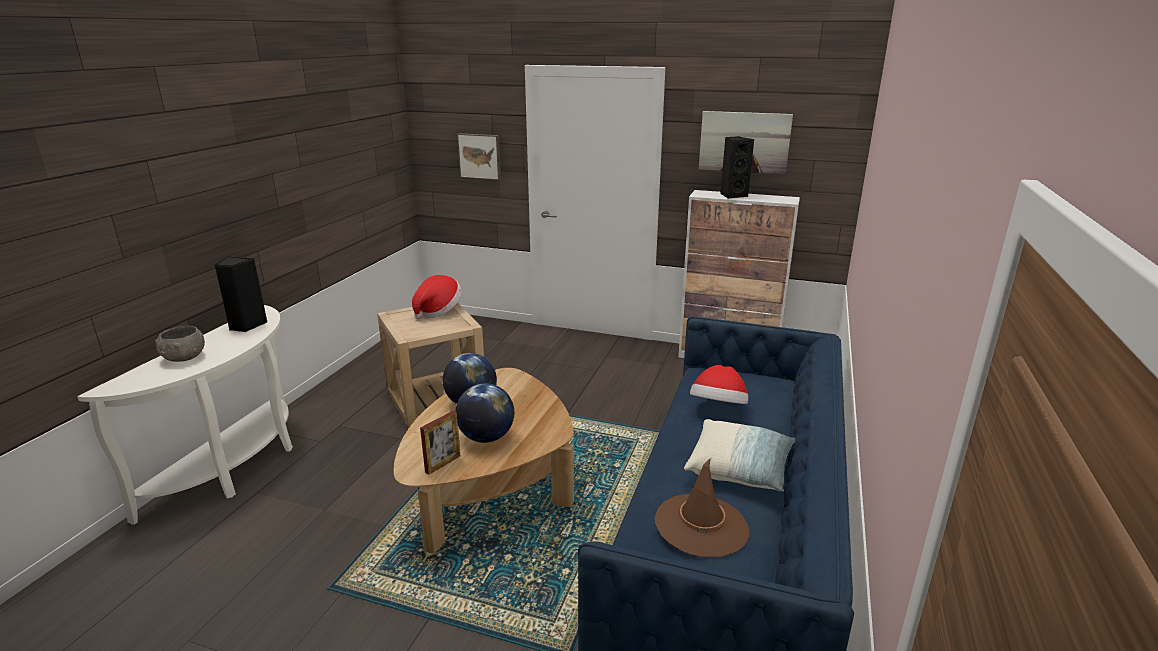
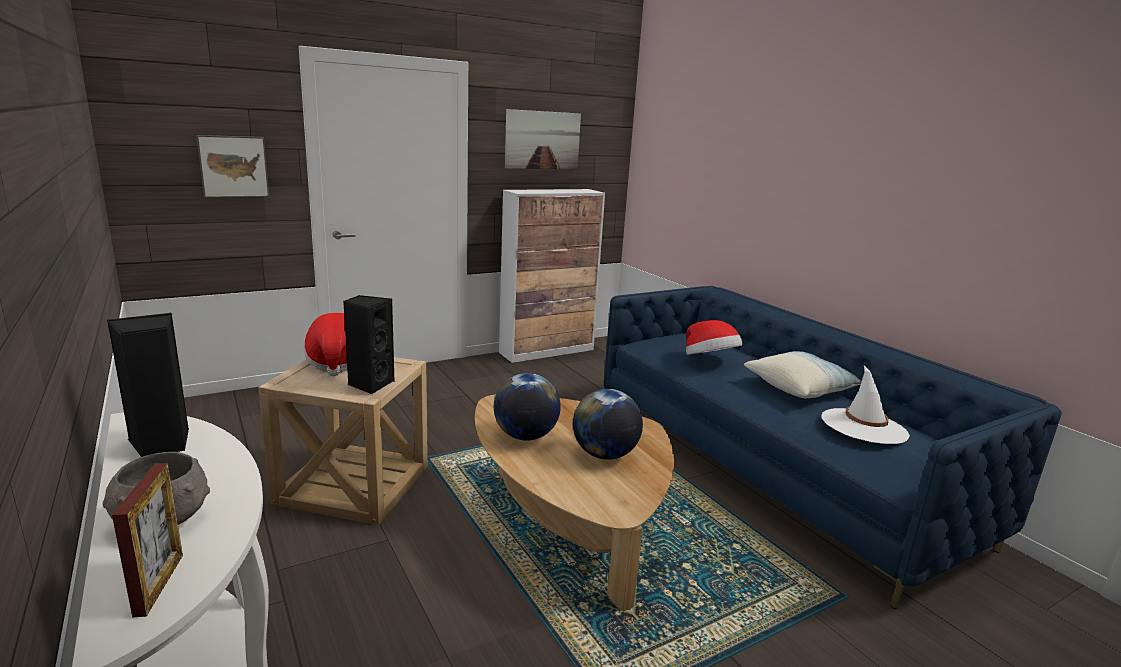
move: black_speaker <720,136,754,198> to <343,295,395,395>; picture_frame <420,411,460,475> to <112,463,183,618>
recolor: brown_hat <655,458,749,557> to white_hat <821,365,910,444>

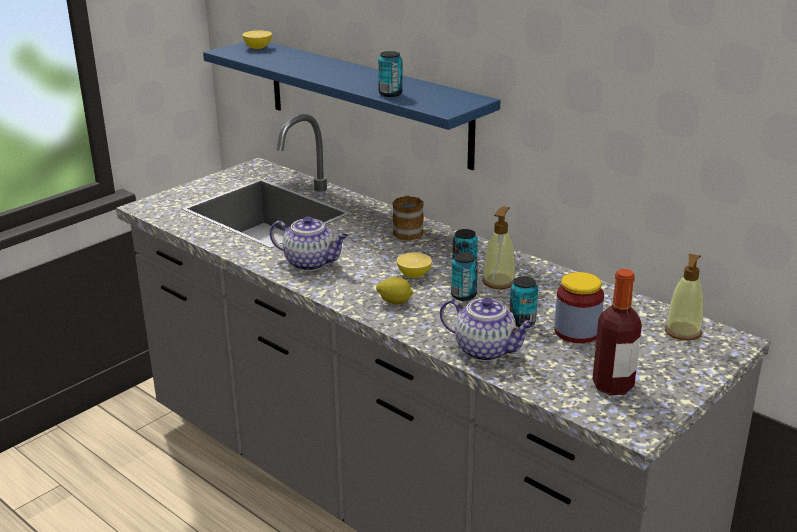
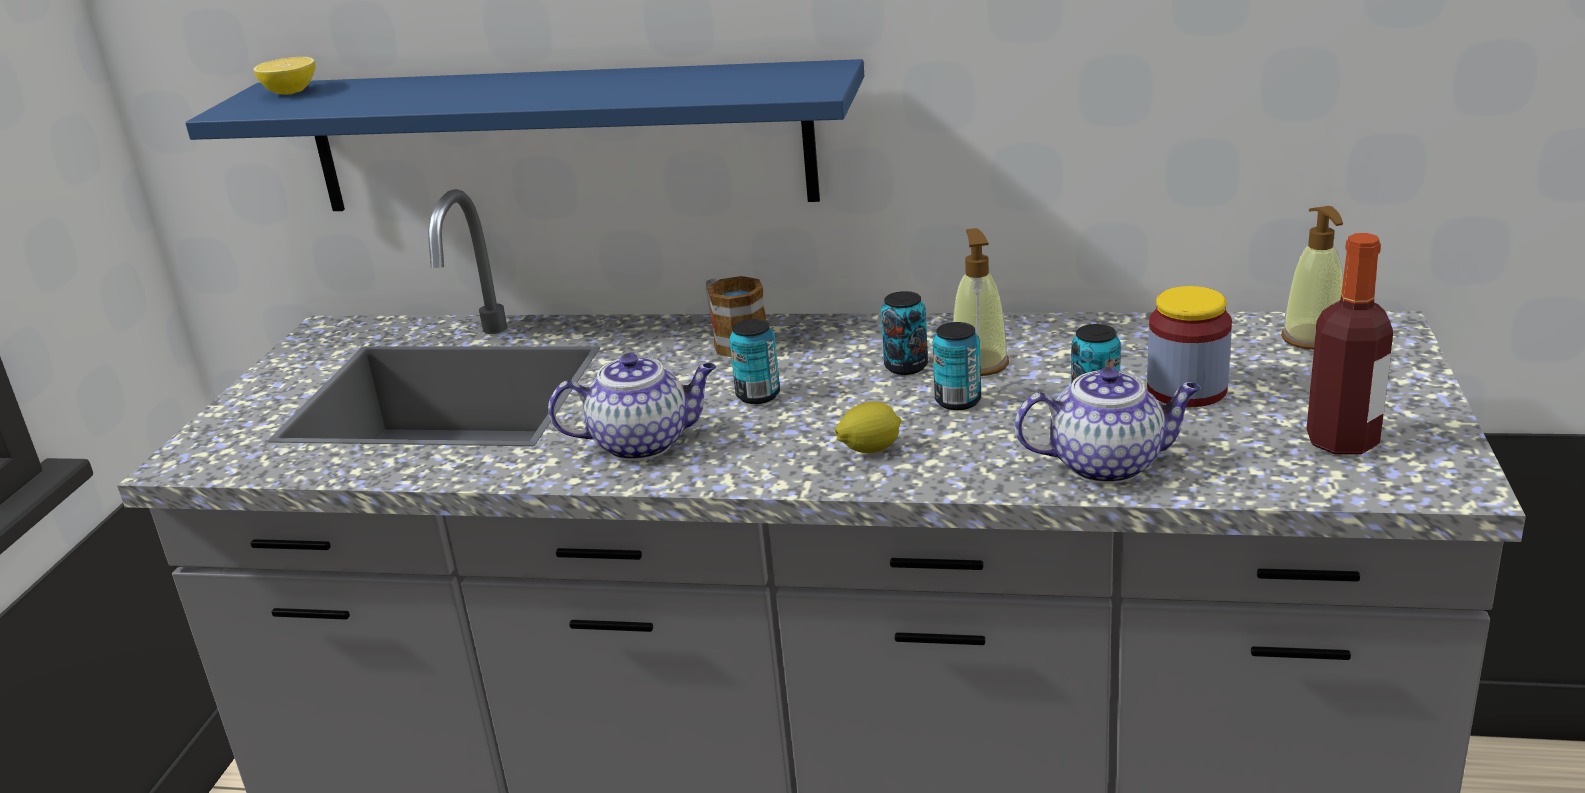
delete: lemon <397,252,432,278>
move: can <378,51,403,97> to <729,319,780,404>

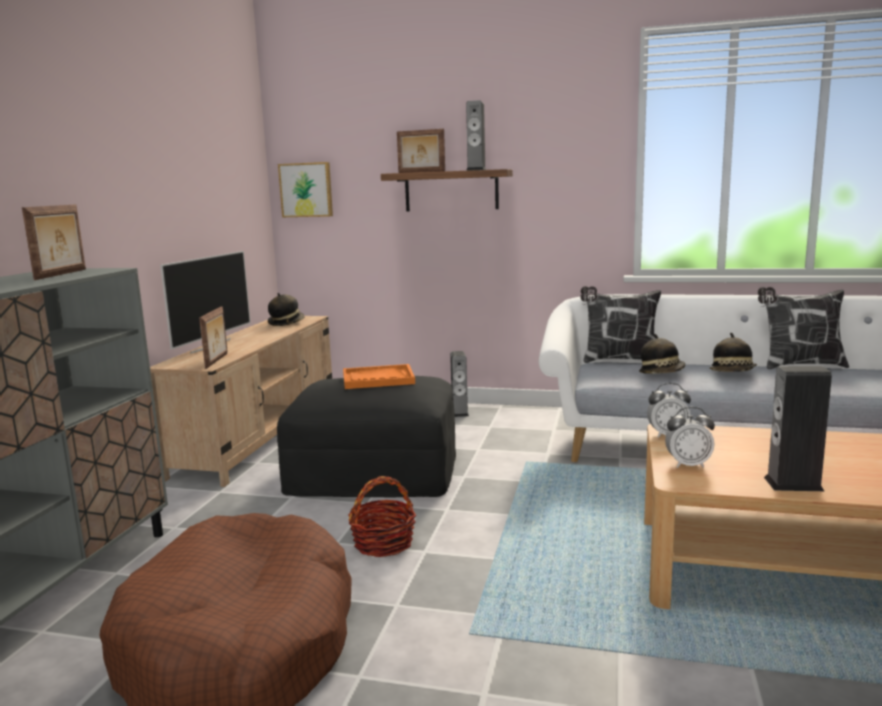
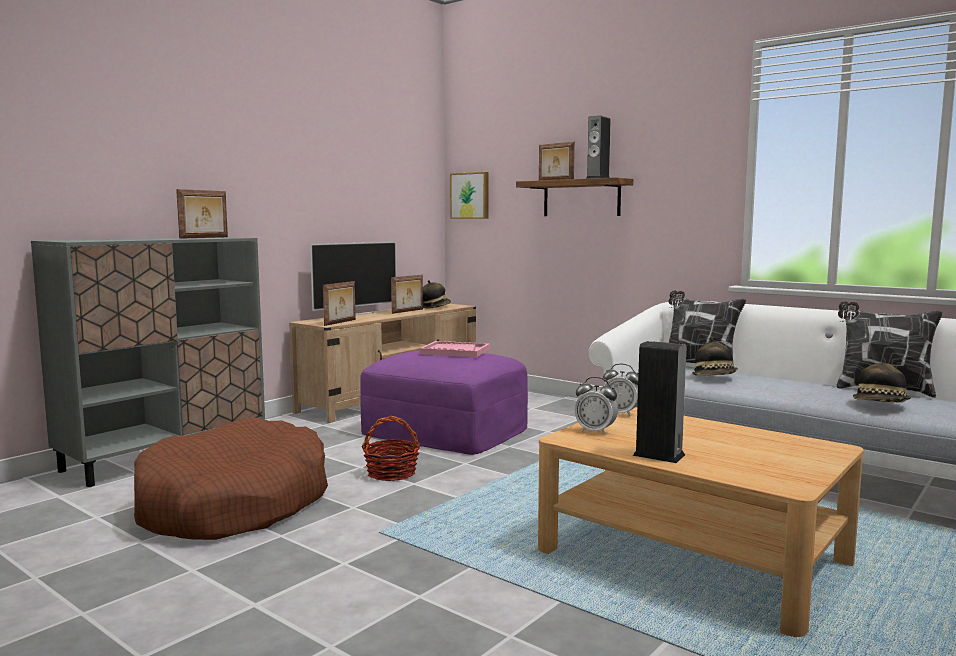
delete: speaker <450,351,469,417>
insert: picture_frame <391,275,423,314>
move: hat <710,333,757,372> to <853,358,911,403>
recolor: orange_tray <343,364,415,389> to pink_tray <420,341,490,357>; black_ottoman <277,376,456,497> to purple_ottoman <360,351,528,455>

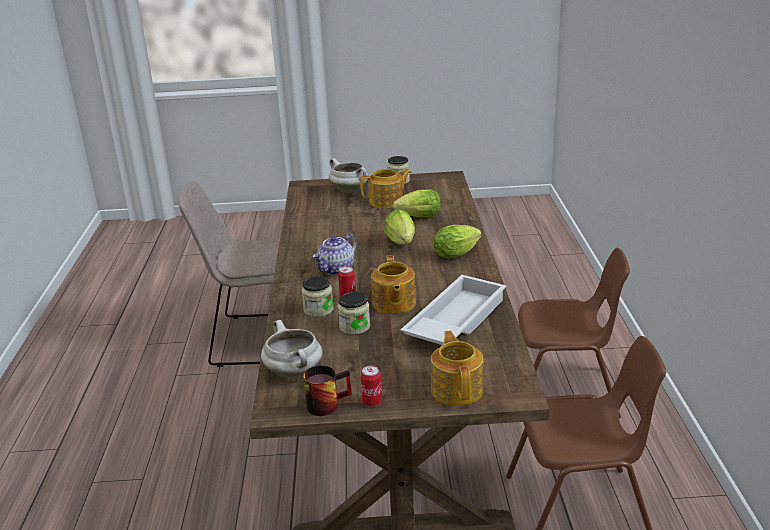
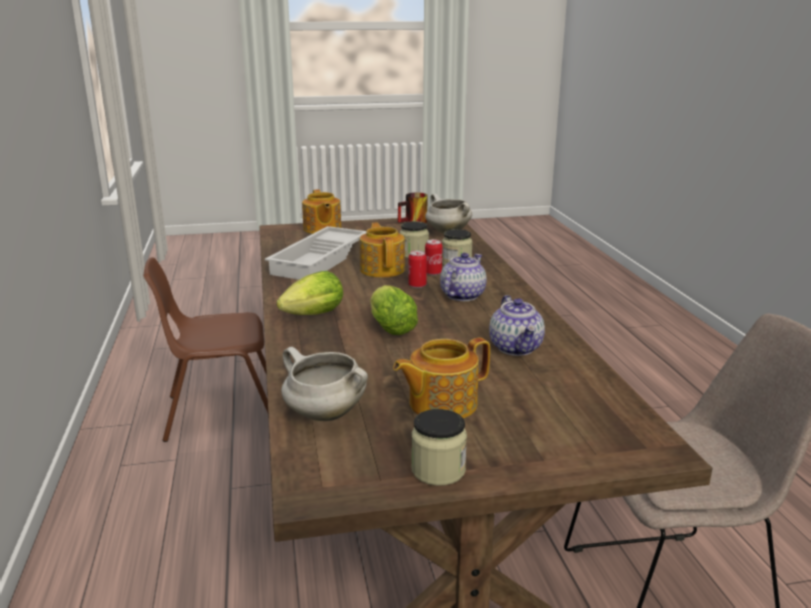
delete: lettuce <393,189,441,217>; brown_chair <518,248,630,418>
insert: teapot <489,295,545,356>
move: white_cooking_pot <329,158,368,193> to <281,347,368,421>; can <360,366,382,407> to <408,250,427,288>

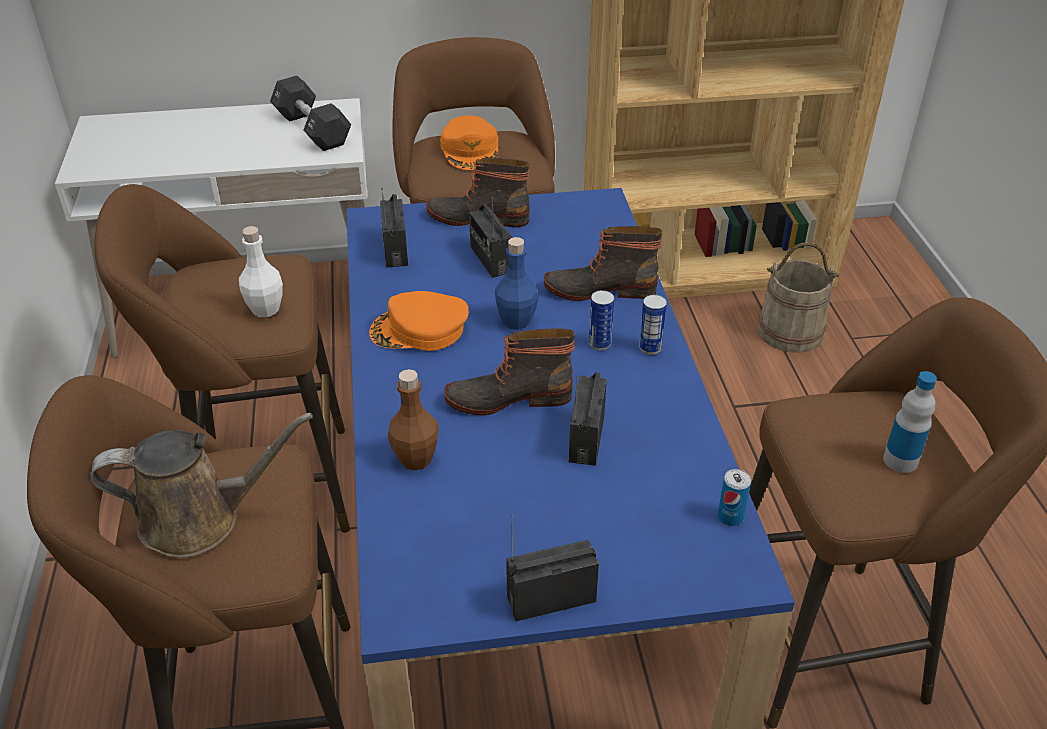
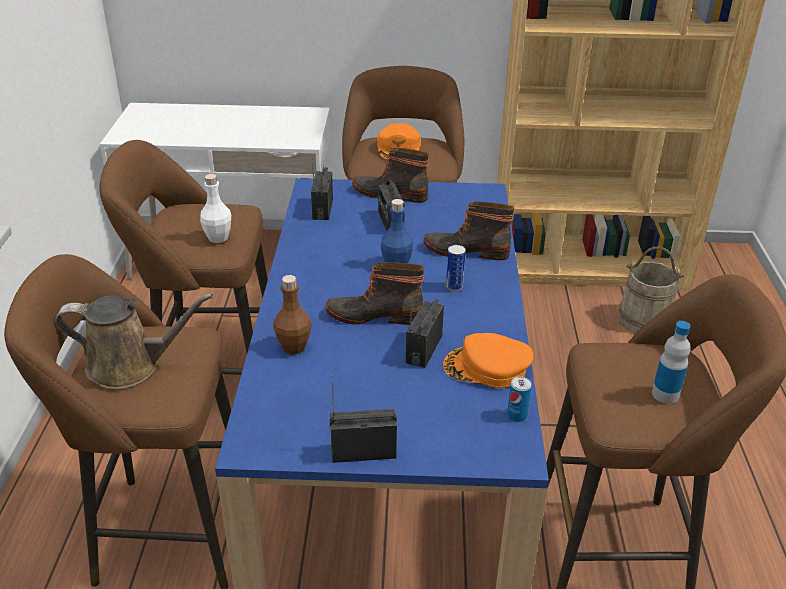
delete: black_dumbbell <270,76,351,151>; can <639,295,667,355>
move: orange_cap <369,291,469,351> to <443,333,533,388>

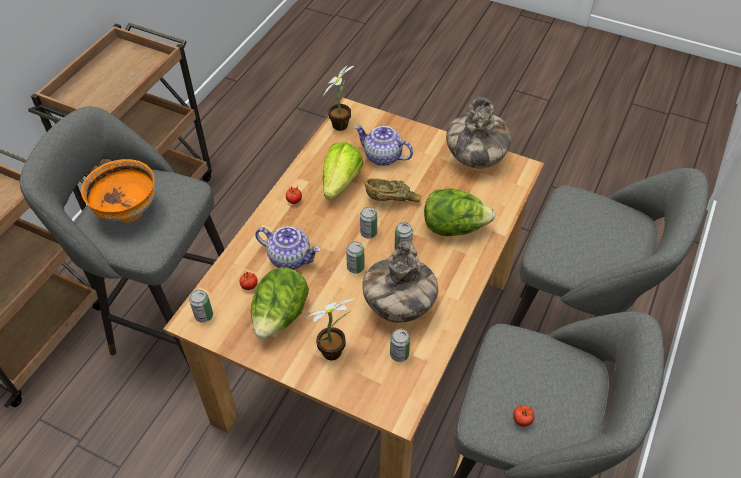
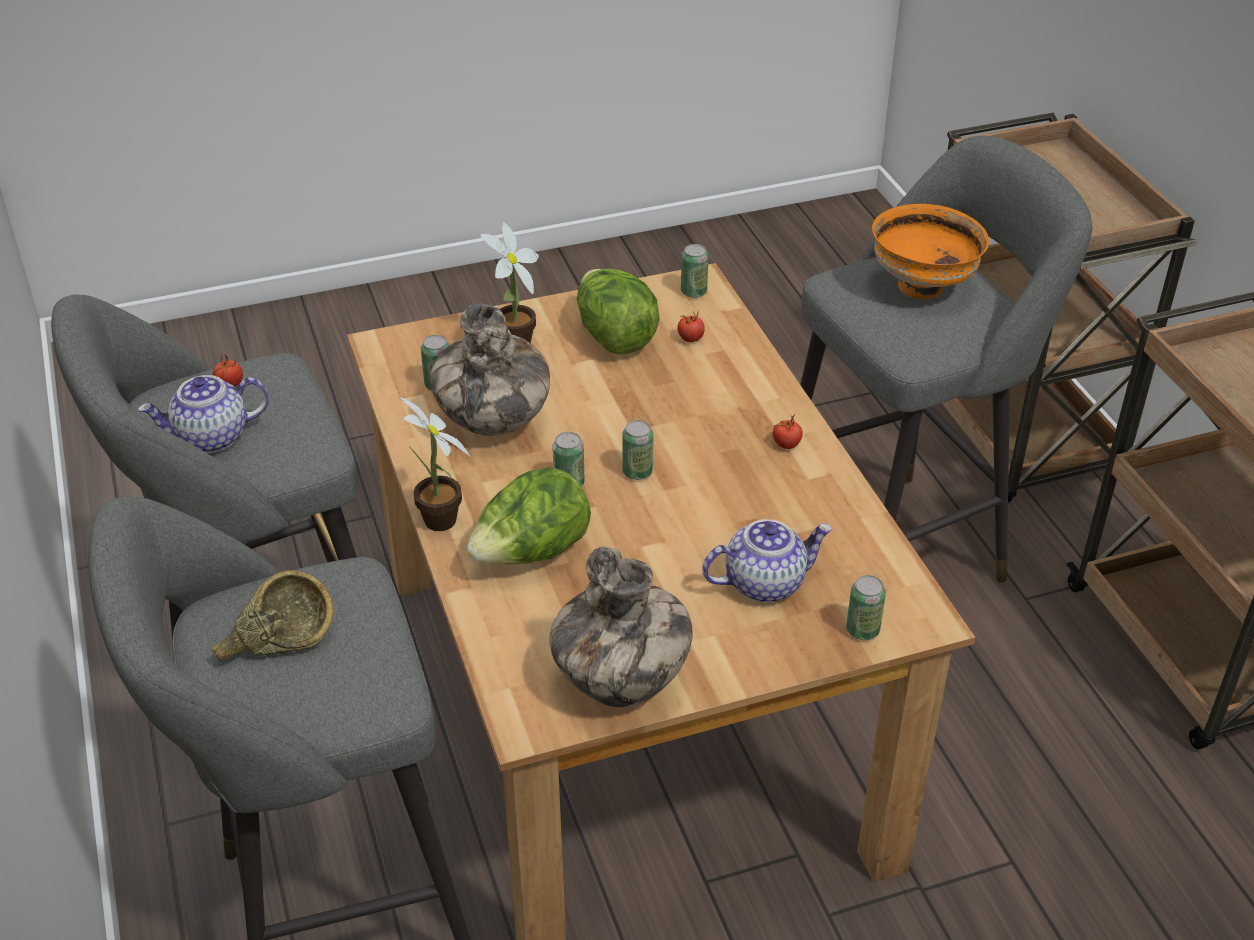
delete: lettuce <323,142,364,200>
move: potted_plant <323,65,354,131> to <399,396,471,531>; brown_bowl <365,178,421,202> to <212,570,333,661>; teapot <255,226,321,270> to <138,375,269,453>; can <346,241,364,273> to <846,575,886,640>

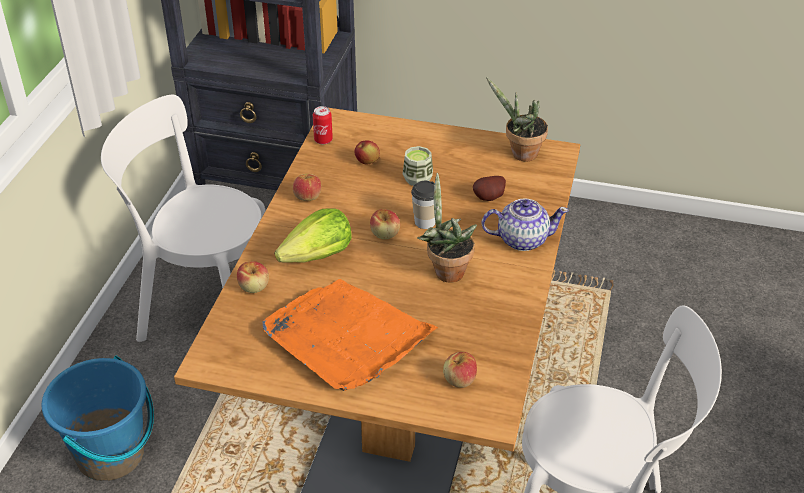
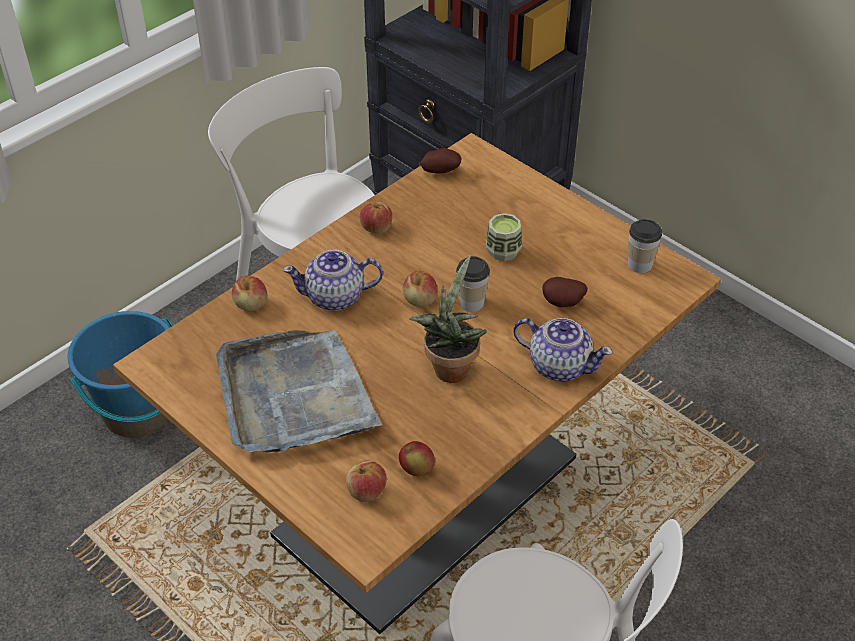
move: apple <354,140,380,165> to <399,441,435,476>
replace: potted_plant <486,77,548,161> to cup <628,219,662,273>; can <313,106,333,144> to potato <421,148,462,173>; lettuce <275,208,352,263> to teapot <282,250,383,311>
recolor: orange_tray <262,279,438,391> to grey_tray <216,330,382,453>

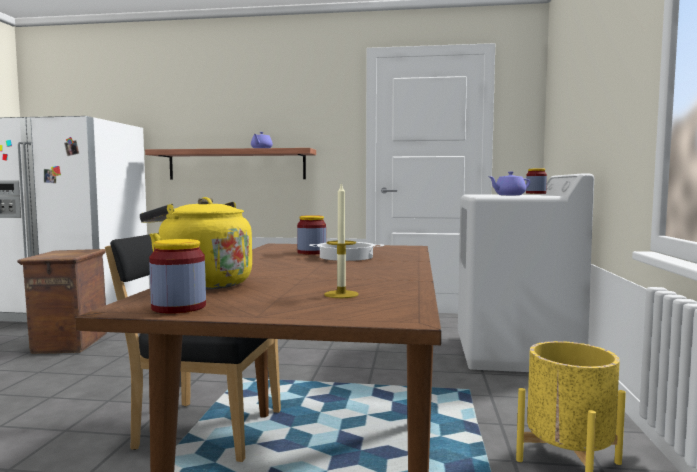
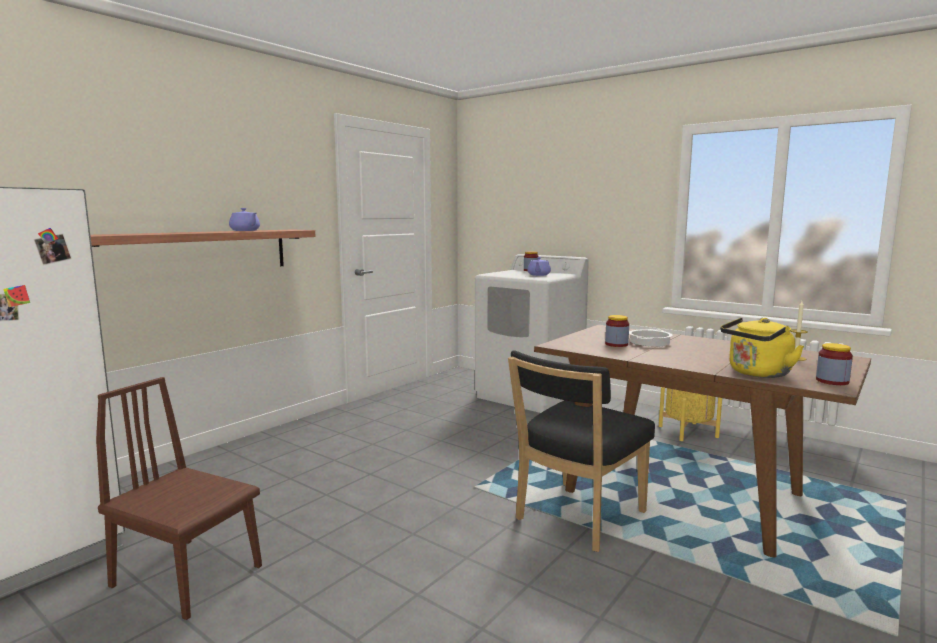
replace: crate <17,249,107,354> to brown_chair <96,377,262,620>

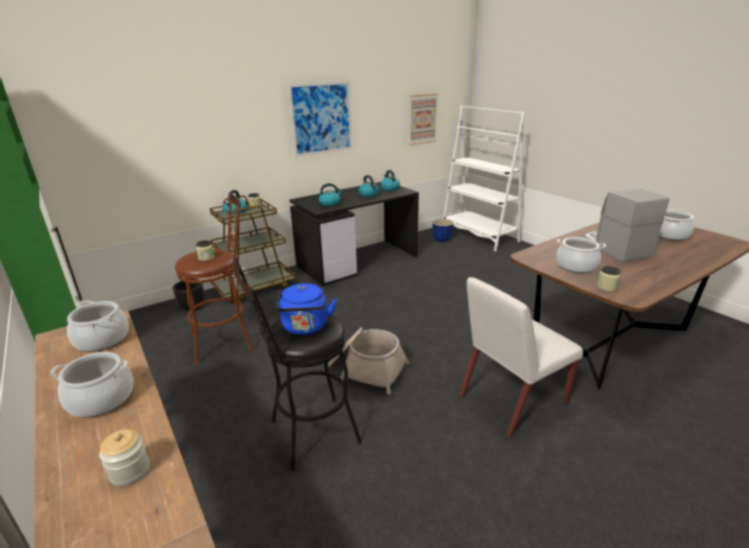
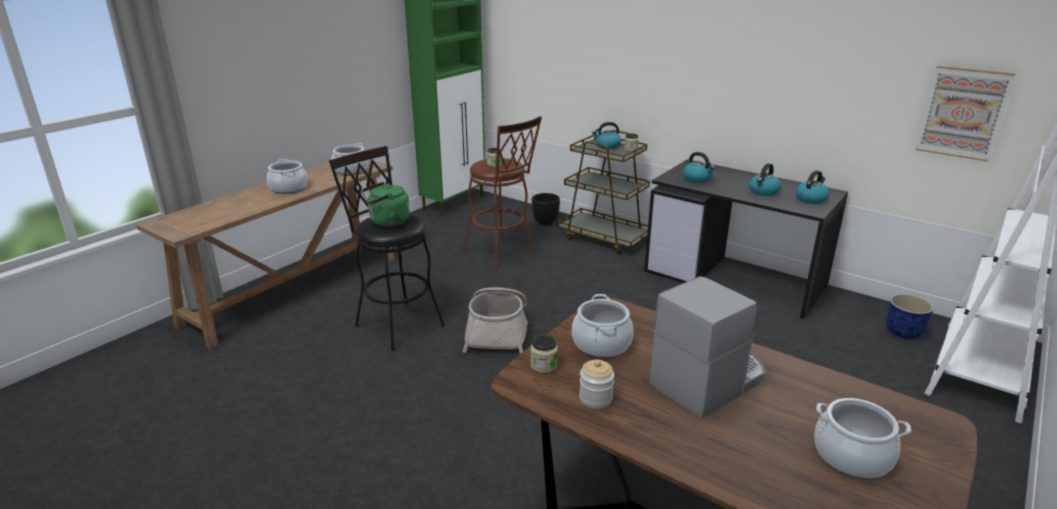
delete: picture <288,81,352,157>; white_chair <459,277,583,437>
move: jar <99,429,150,487> to <579,360,614,409>
recolor: blue_kettle <276,283,337,335> to green_kettle <362,182,410,227>

